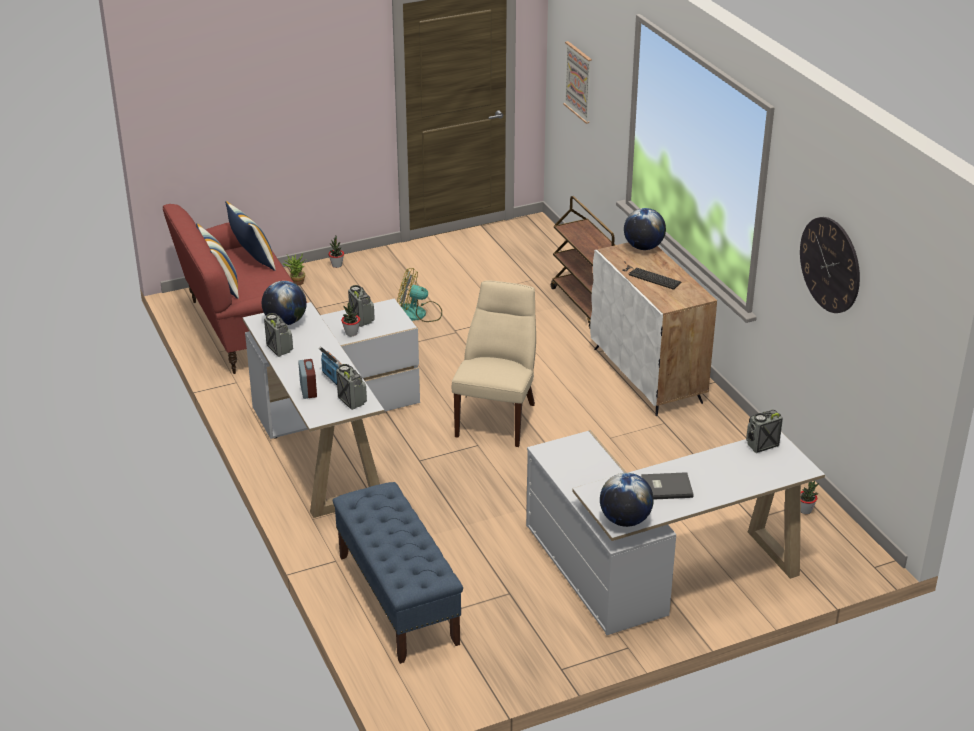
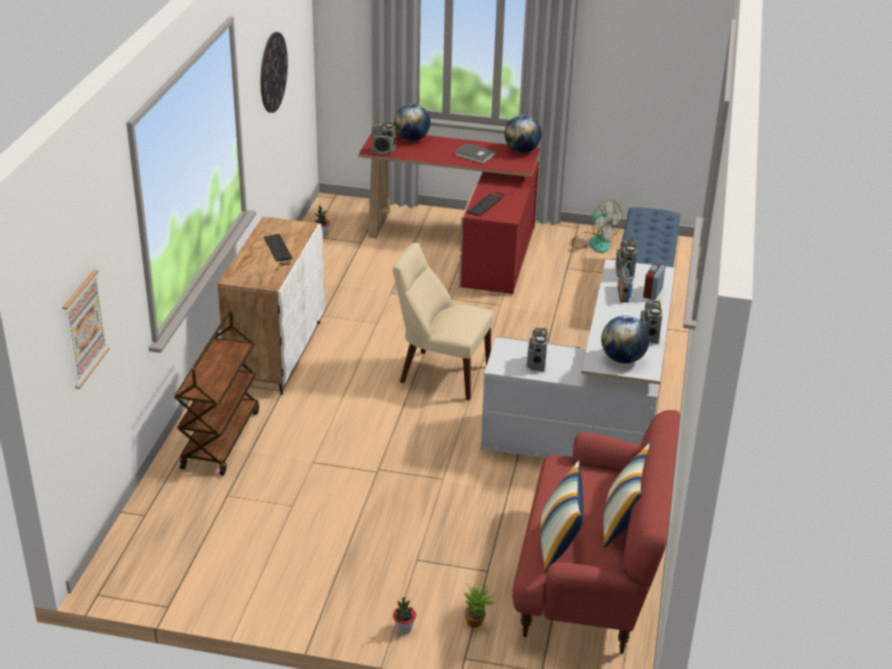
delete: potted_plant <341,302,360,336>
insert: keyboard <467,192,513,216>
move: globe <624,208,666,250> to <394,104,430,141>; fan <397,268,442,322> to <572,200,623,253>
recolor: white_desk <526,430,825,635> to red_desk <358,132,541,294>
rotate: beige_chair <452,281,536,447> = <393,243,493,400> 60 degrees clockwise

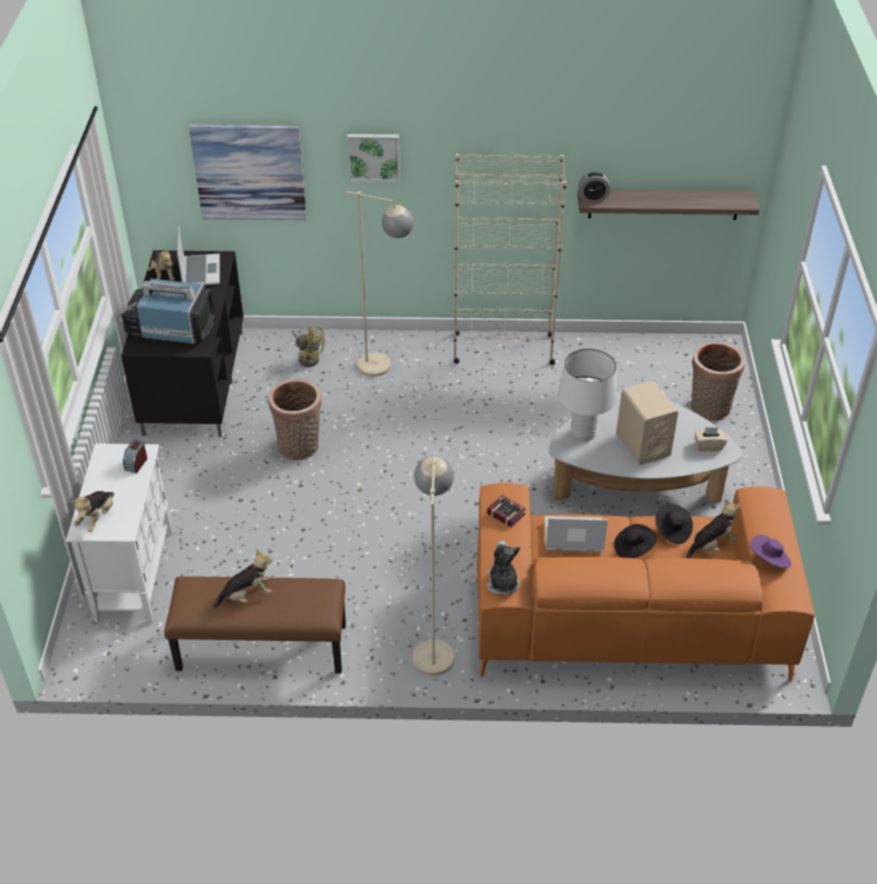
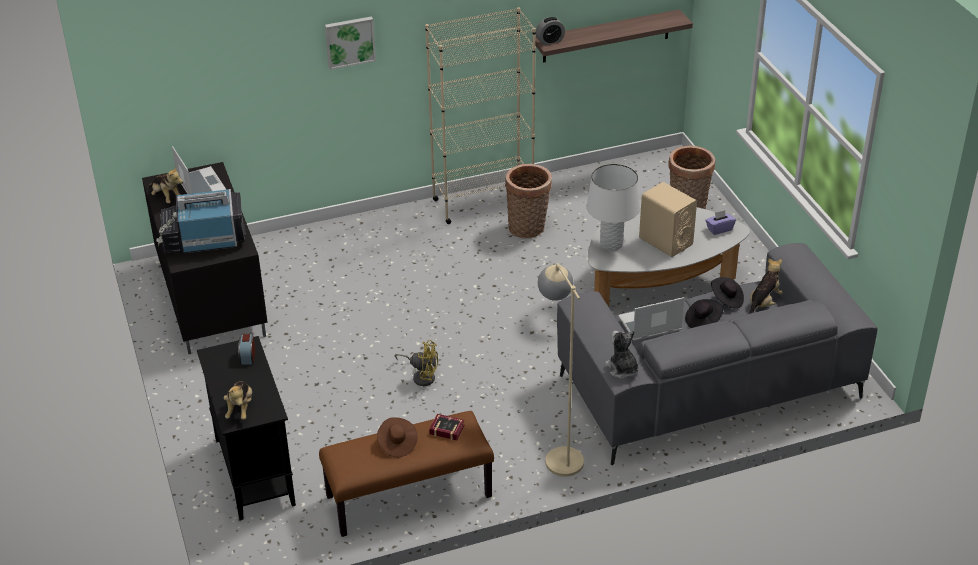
delete: picture <189,125,307,221>; beige_floor_lamp <346,191,414,377>; purple_hat <750,535,791,568>
move: yellow_fan <293,325,325,367> to <395,340,438,386>; basket <268,379,322,460> to <505,164,552,238>; book <487,495,526,527> to <429,414,464,440>
replace: plush_toy <213,550,273,608> to brown_hat <377,417,418,457>
recolor: beige_tissue_box <695,427,727,451> to purple_tissue_box <706,210,736,235>; white_cabinet <66,443,173,623> to black_cabinet <197,336,296,520>; orange_sofa <477,483,815,682> to grey_sofa <557,243,878,465>

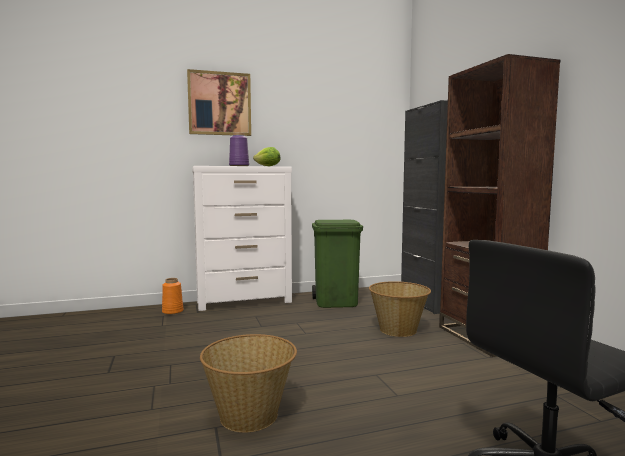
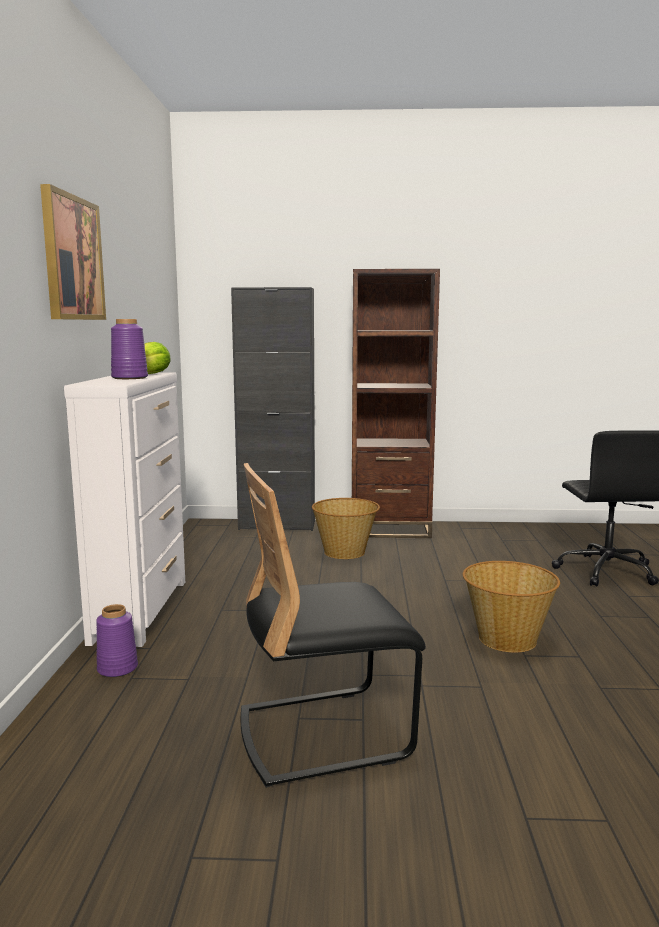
delete: green_trash_can <312,220,363,308>
insert: black_chair <241,463,426,788>
recolor: orange_vase <162,278,183,315> to purple_vase <96,604,138,677>

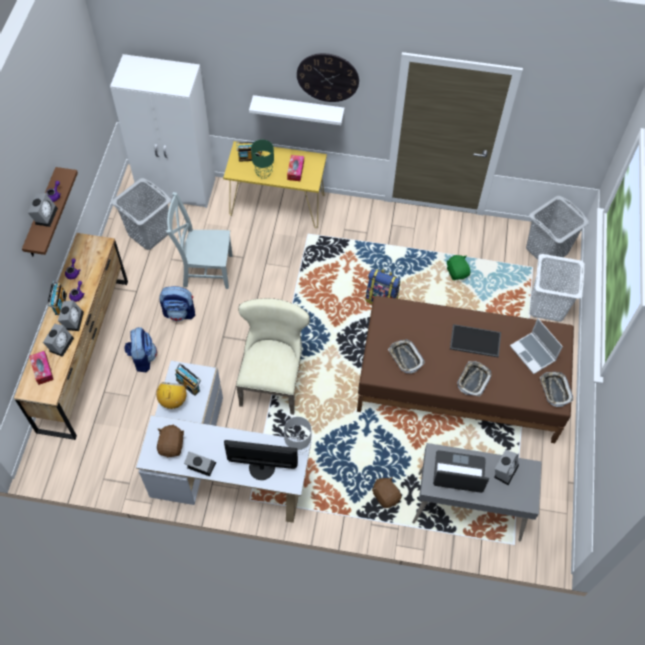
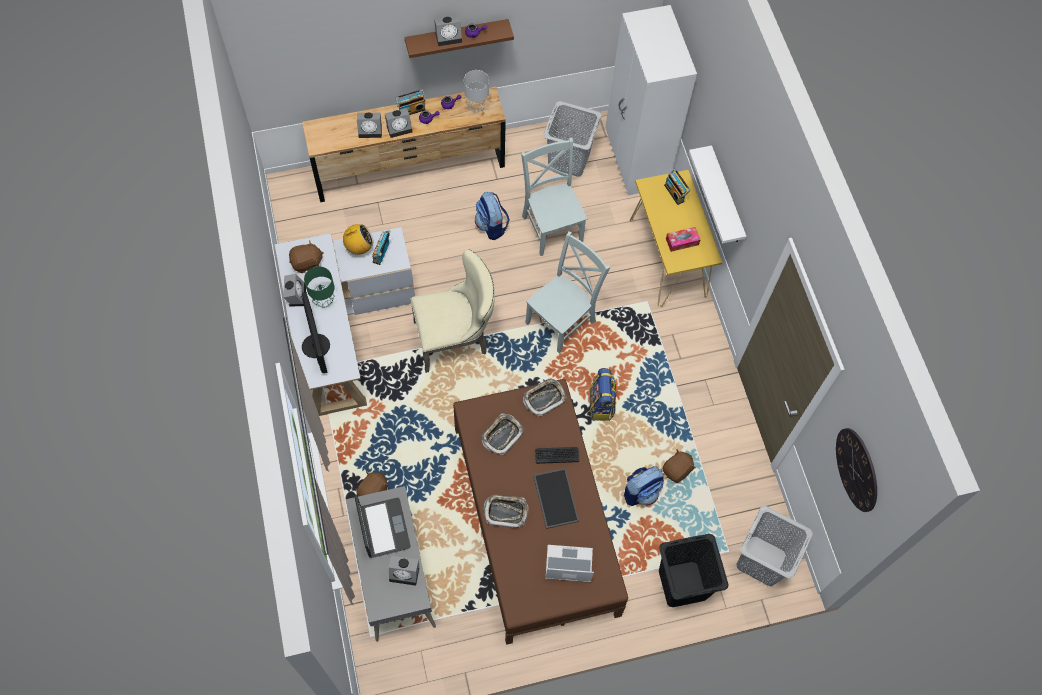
delete: tissue_box <29,351,54,385>
insert: grey_chair <525,232,610,353>; keyboard <535,447,579,464>
move: wall_clock <297,53,359,102> to <836,428,877,512>; green_table_lamp <251,140,274,179> to <304,266,334,308>; backpack <124,327,157,372> to <624,466,664,506>; tray <540,372,573,407> to <523,378,567,417>; grey_table_lamp <284,417,311,455> to <464,70,489,113>
recolor: white_laundry_basket <530,254,585,322> to black_laundry_basket <659,534,729,607>; green_plush_toy <447,255,470,280> to brown_plush_toy <662,449,696,483>
rotate: laptop <510,318,563,374> = <546,545,594,582> 60 degrees clockwise

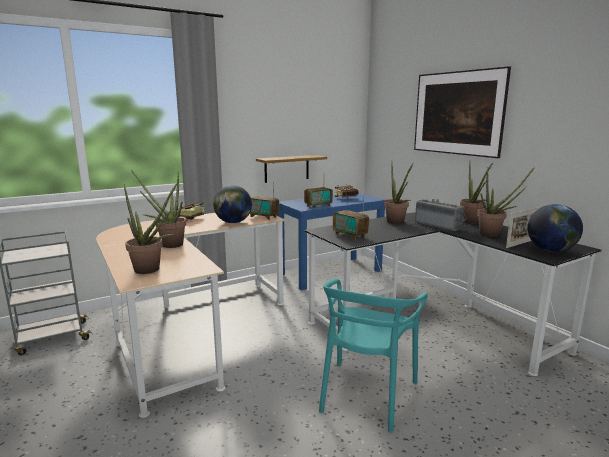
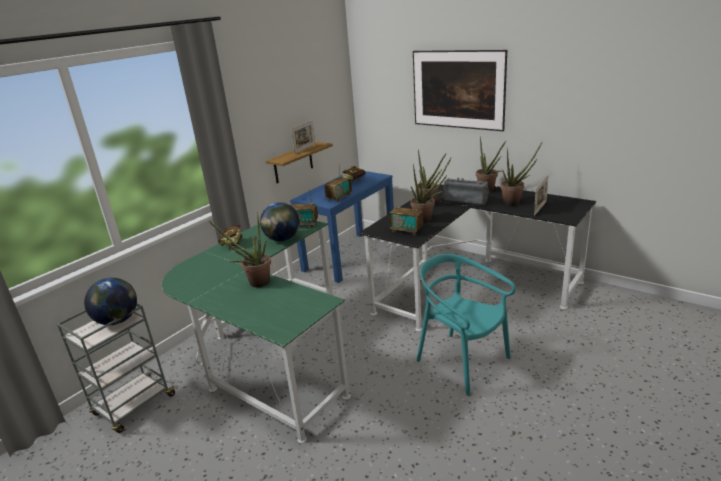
insert: picture_frame <291,120,315,154>
move: potted_plant <124,183,177,274> to <410,158,451,223>; globe <527,204,583,252> to <84,278,137,325>
recolor: beige_desk <96,213,286,418> to green_desk <162,221,351,443>
rotate: turquoise_chair <319,279,428,433> = <416,254,516,396> 135 degrees clockwise

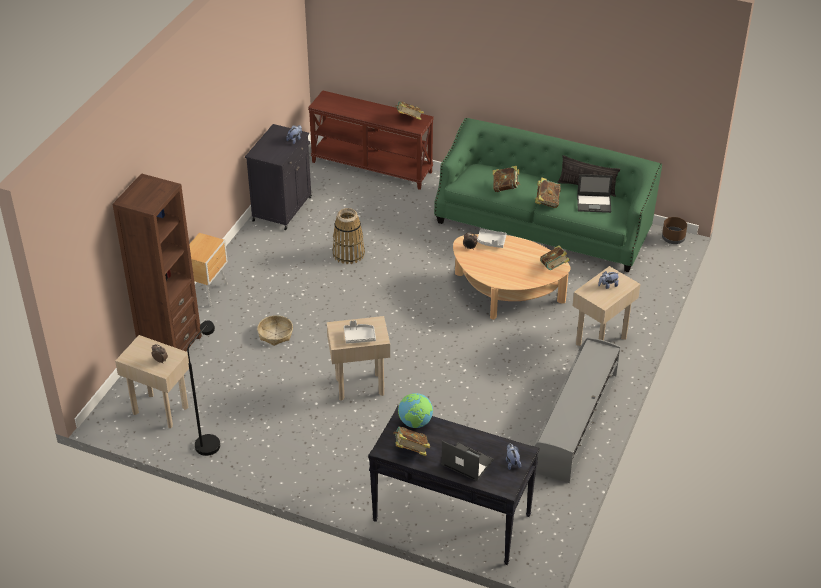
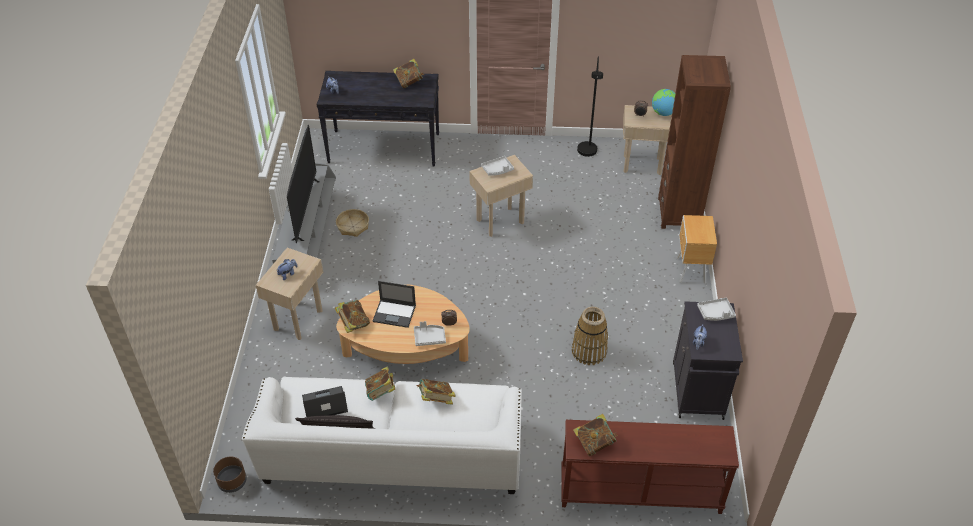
insert: television <287,125,320,243>; grey_tray <697,298,736,321>
move: basket <257,315,293,346> to <336,209,369,237>; globe <398,393,433,428> to <652,89,675,116>; laptop <441,441,494,481> to <373,281,416,328>
recolor: green_sofa <434,118,662,272> to white_sofa <242,377,522,494>

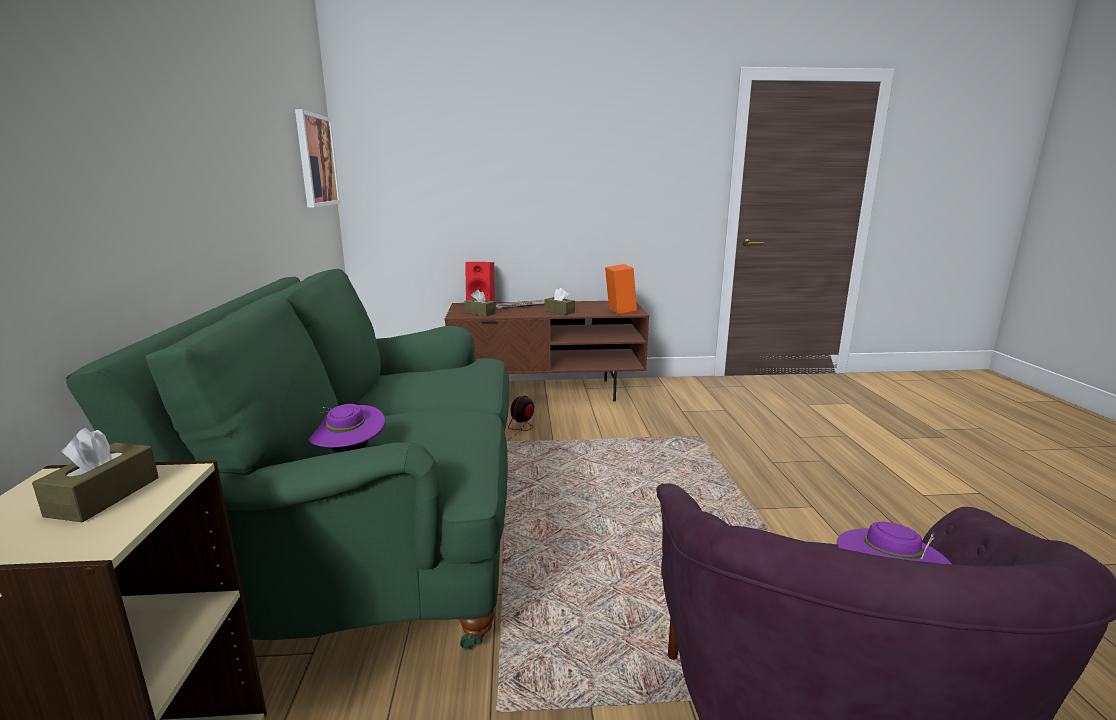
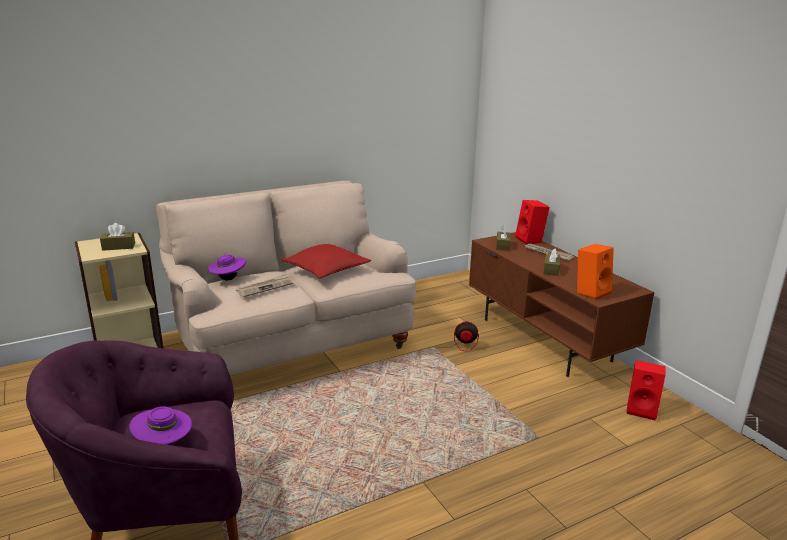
delete: picture <295,109,340,208>
insert: red_pillow <282,244,371,278>; newspaper <236,273,294,297>; red_speaker <627,360,666,420>
recolor: green_sofa <66,269,509,650> to beige_sofa <156,181,416,375>

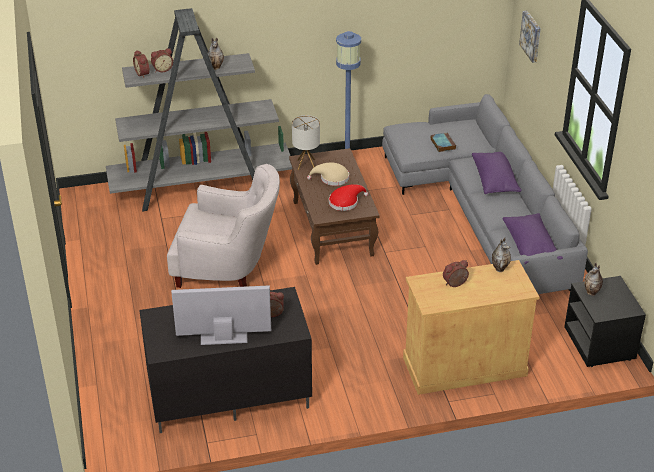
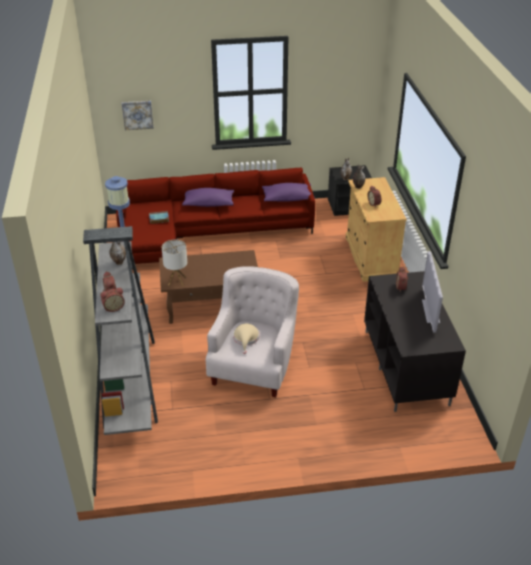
delete: red_hat <329,184,368,211>
move: beige_hat <307,163,349,186> to <233,323,259,354>
recolor: grey_sofa <382,94,588,294> to red_sofa <116,168,315,264>

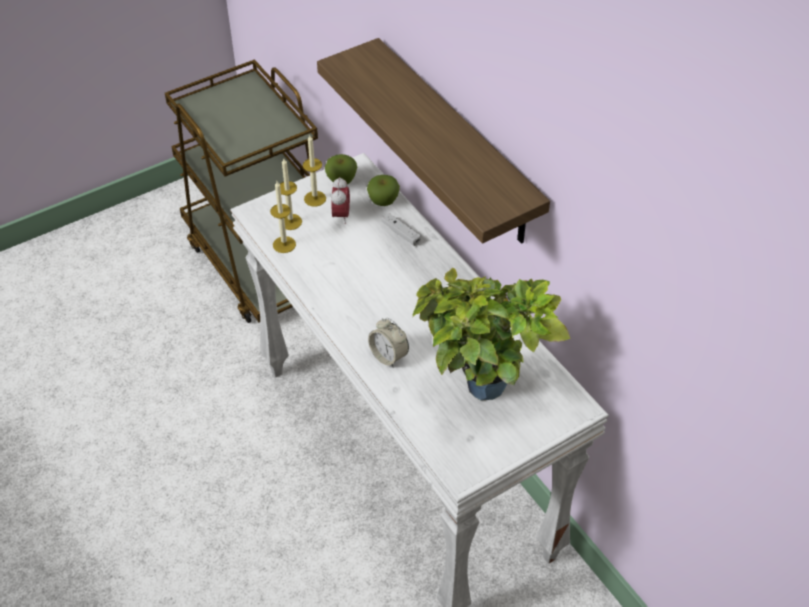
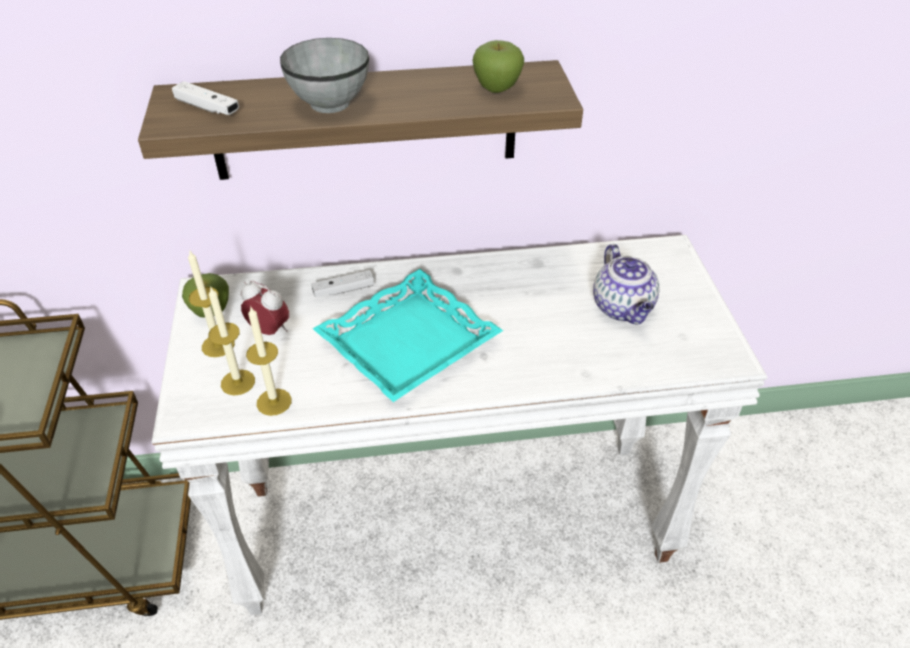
delete: alarm_clock <368,318,409,367>
insert: grey_bowl <280,38,369,113>; white_game_controller <172,81,239,115>; turquoise_tray <313,269,503,402>
move: apple <367,175,400,206> to <473,40,524,93>
replace: potted_plant <413,268,571,400> to teapot <593,244,660,325>

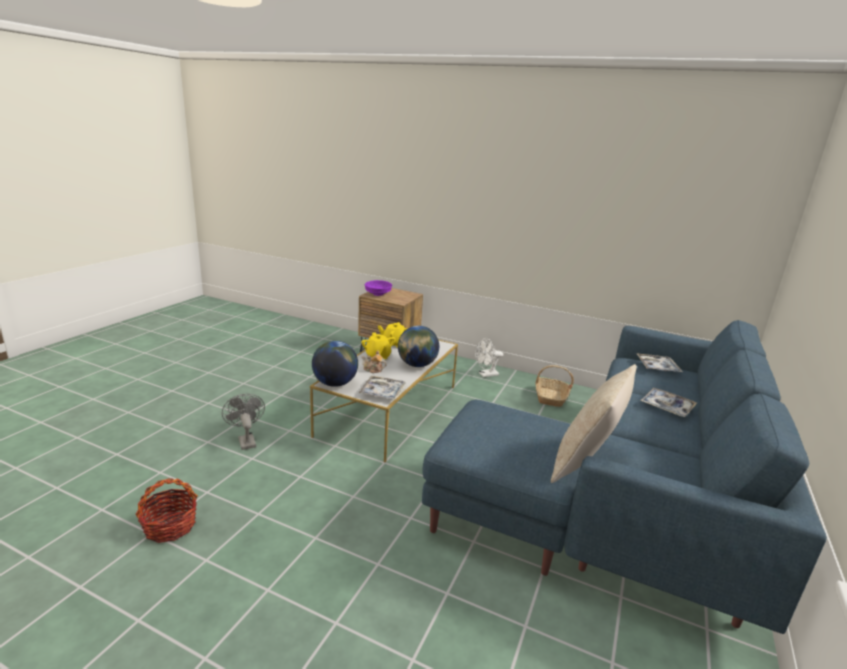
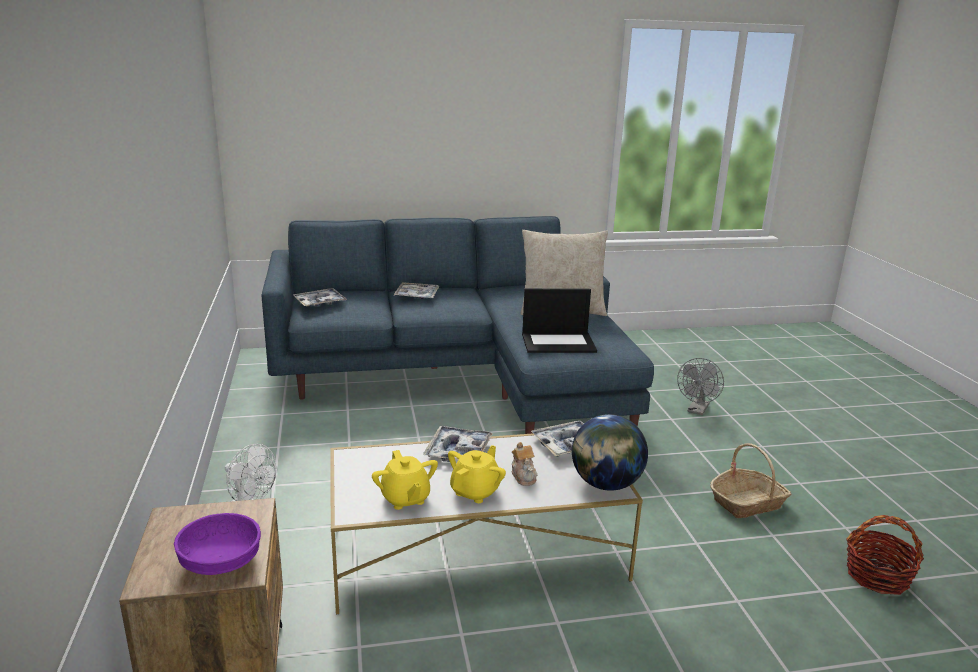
insert: laptop <522,288,597,353>
move: basket <535,365,574,407> to <710,443,791,518>; grey_fan <222,394,265,450> to <677,358,724,415>
replace: globe <398,326,439,367> to tray <423,426,493,462>

